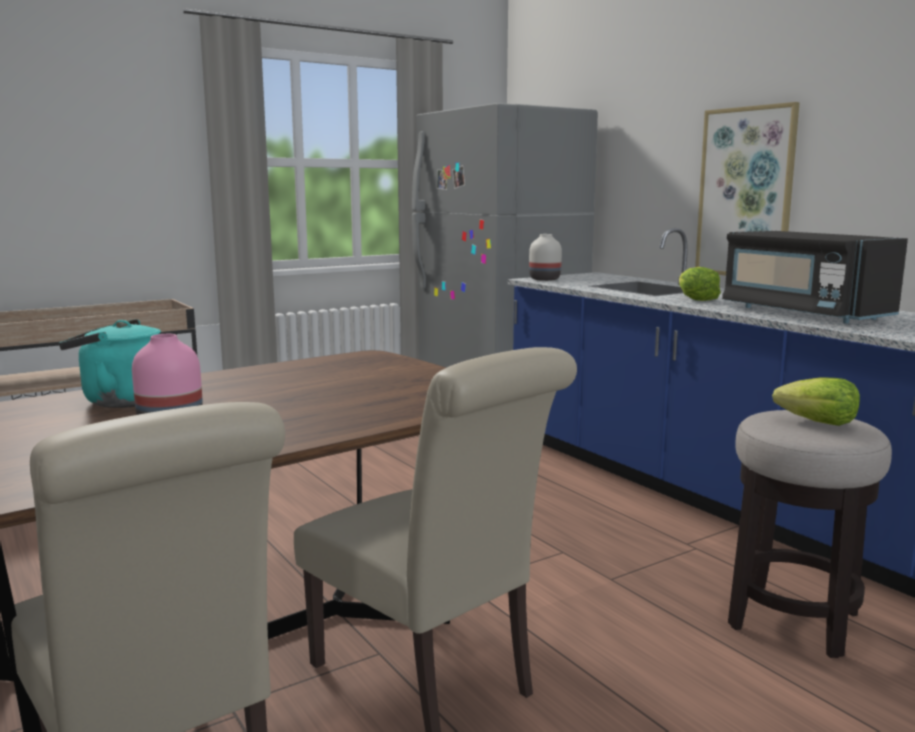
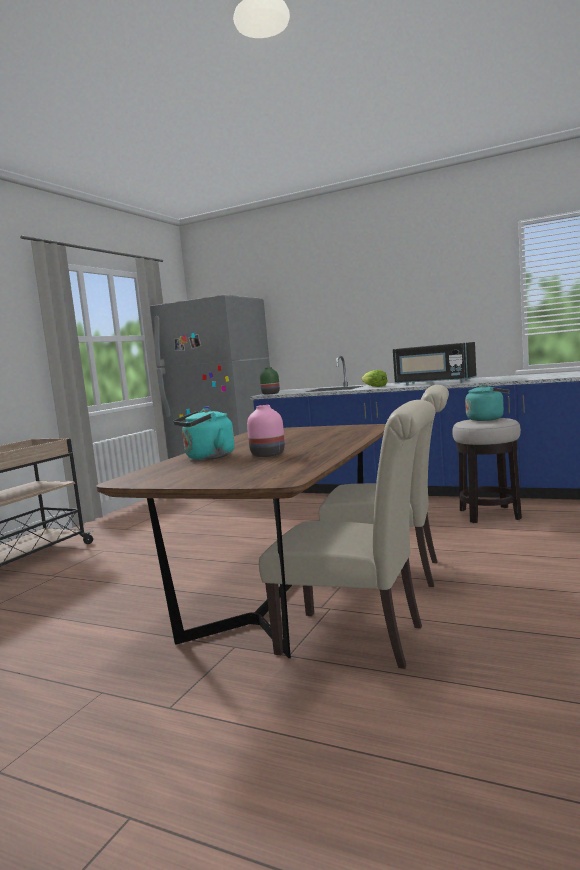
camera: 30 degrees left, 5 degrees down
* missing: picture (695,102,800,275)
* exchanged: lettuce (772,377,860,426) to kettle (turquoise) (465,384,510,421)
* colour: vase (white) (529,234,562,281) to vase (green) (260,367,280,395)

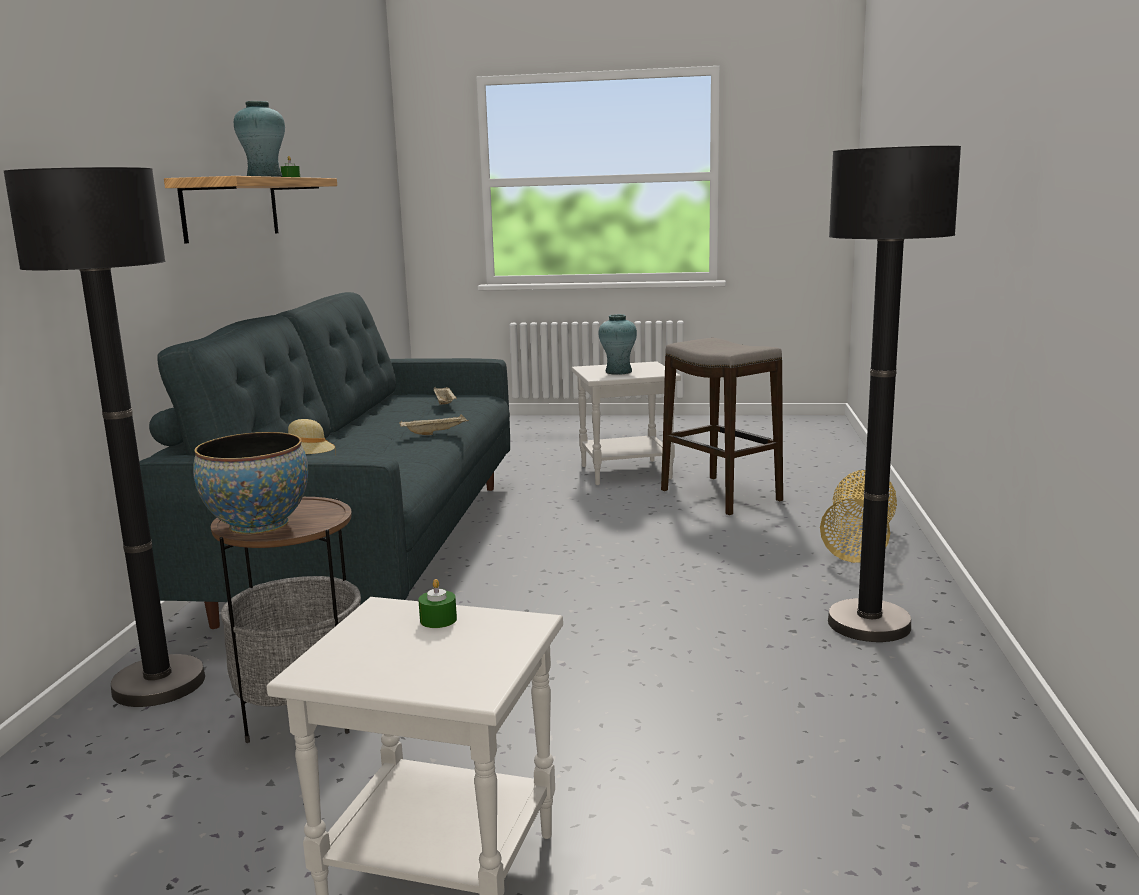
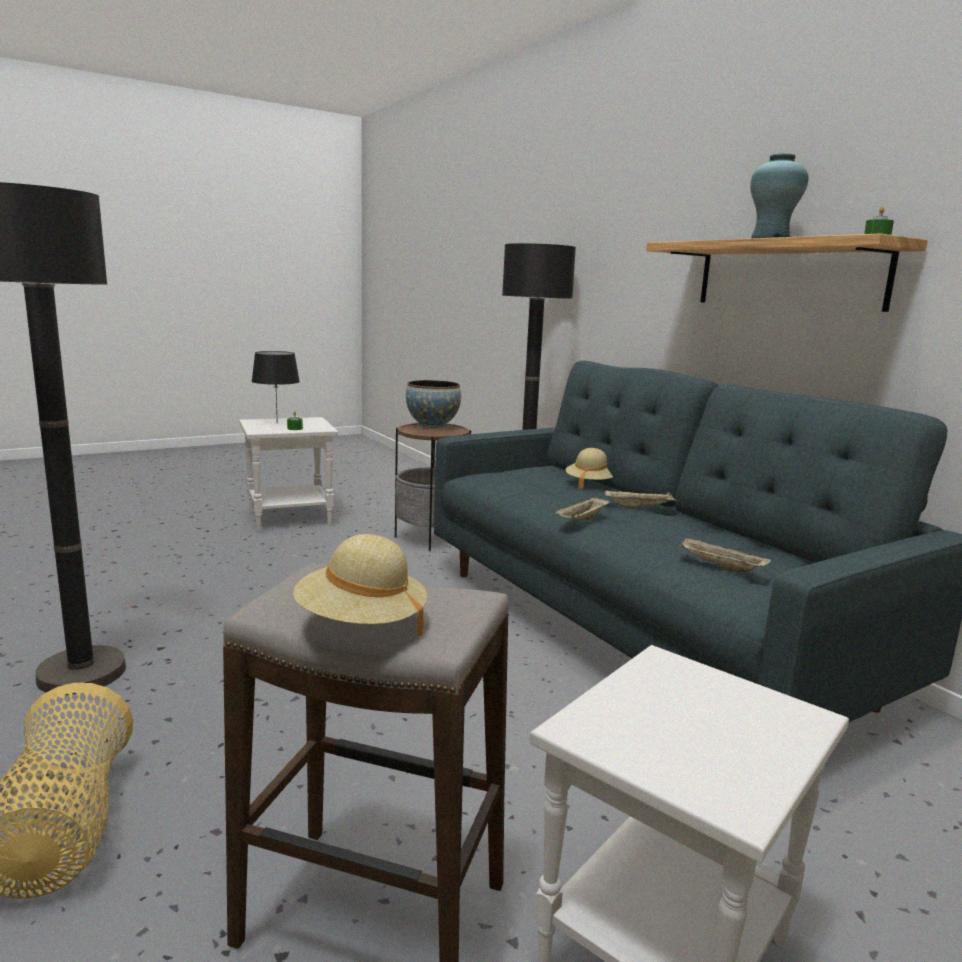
camera: 140 degrees right, 0 degrees up
* missing: vase (turquoise) (599,314,637,375)
* appeared: table lamp (black) (252,351,300,423)
* appeared: hat (beige) (293,534,427,636)
* appeared: tray (beige) (604,490,677,509)

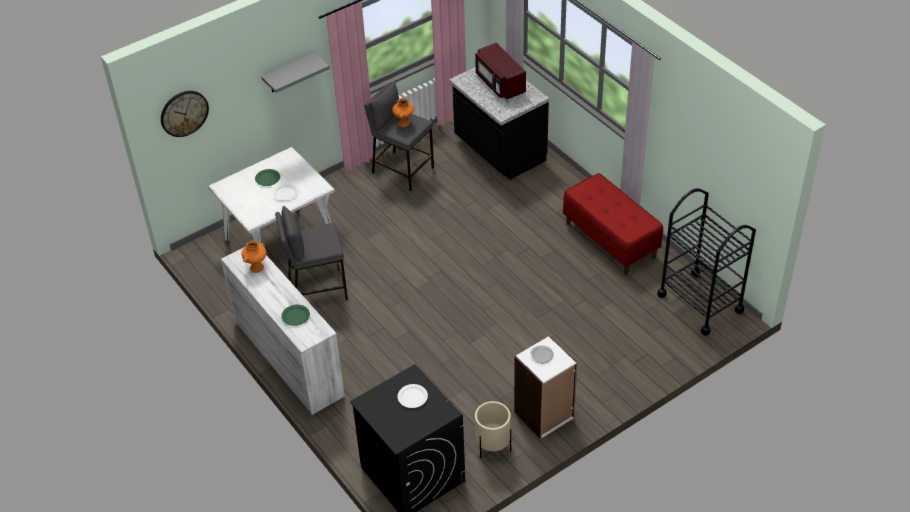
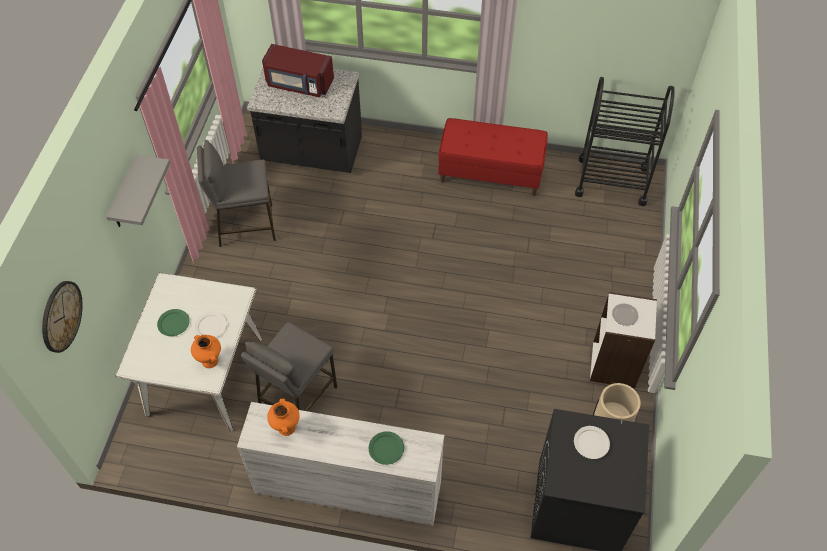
camera: 45 degrees left, 10 degrees up
* relocated: vase (orange) (392,98,414,127) to (191,335,221,368)

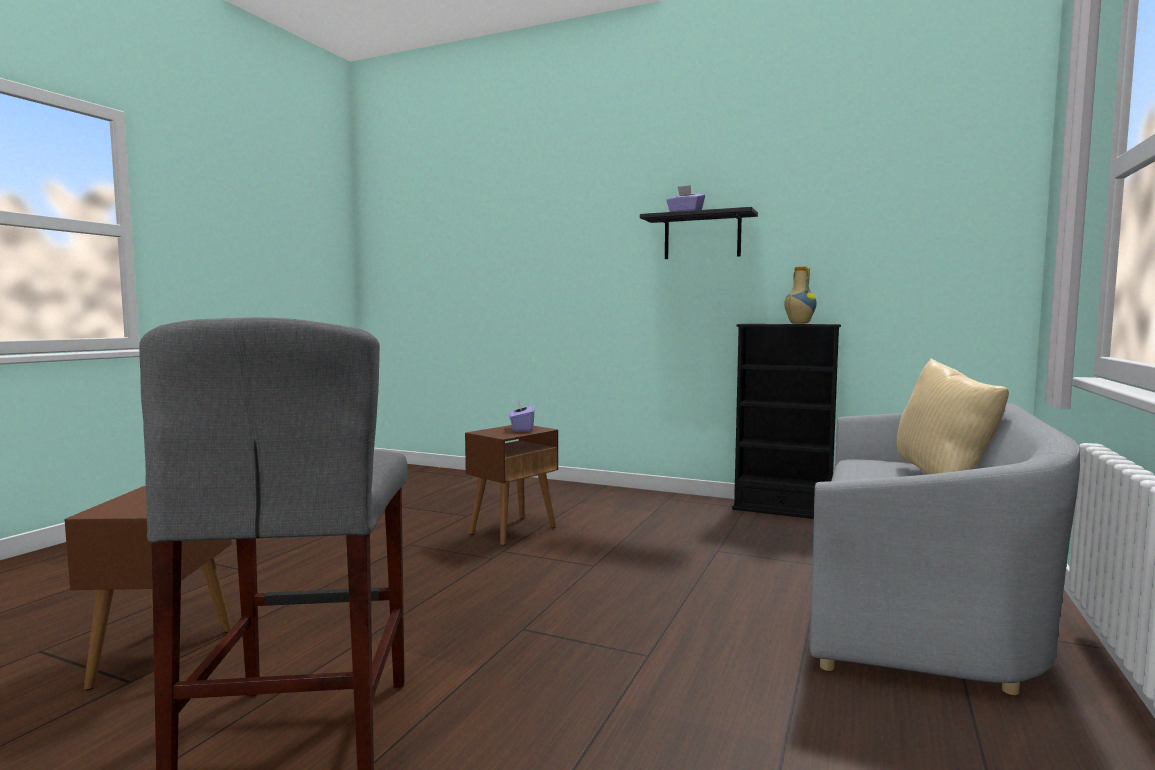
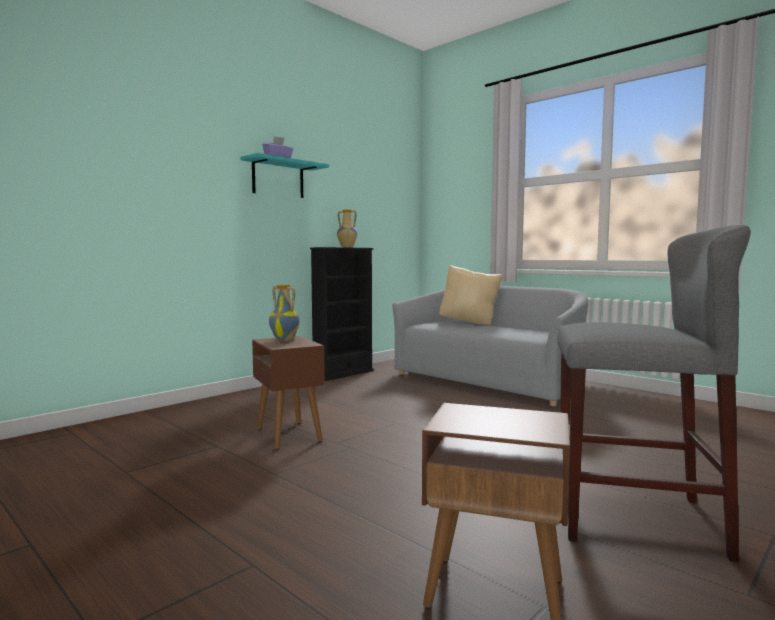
camera: 70 degrees left, 0 degrees up
* exchanged: tissue box (purple) (509,399,535,432) to vase (269,285,300,341)
* colour: shelf (black) (640,207,758,259) to shelf (turquoise) (240,153,329,198)

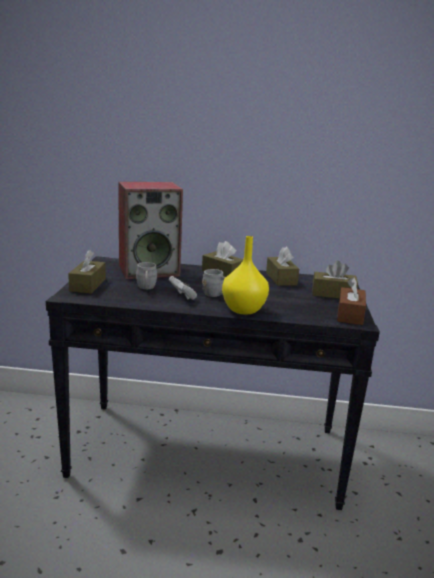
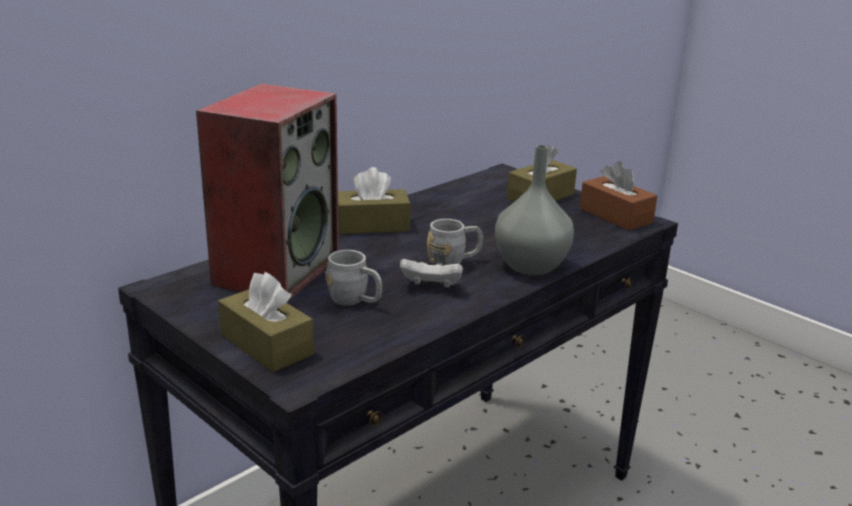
camera: 50 degrees left, 5 degrees up
* missing: tissue box (brown) (266,247,299,286)
* colour: vase (yellow) (222,236,269,314) to vase (grey) (495,145,574,275)

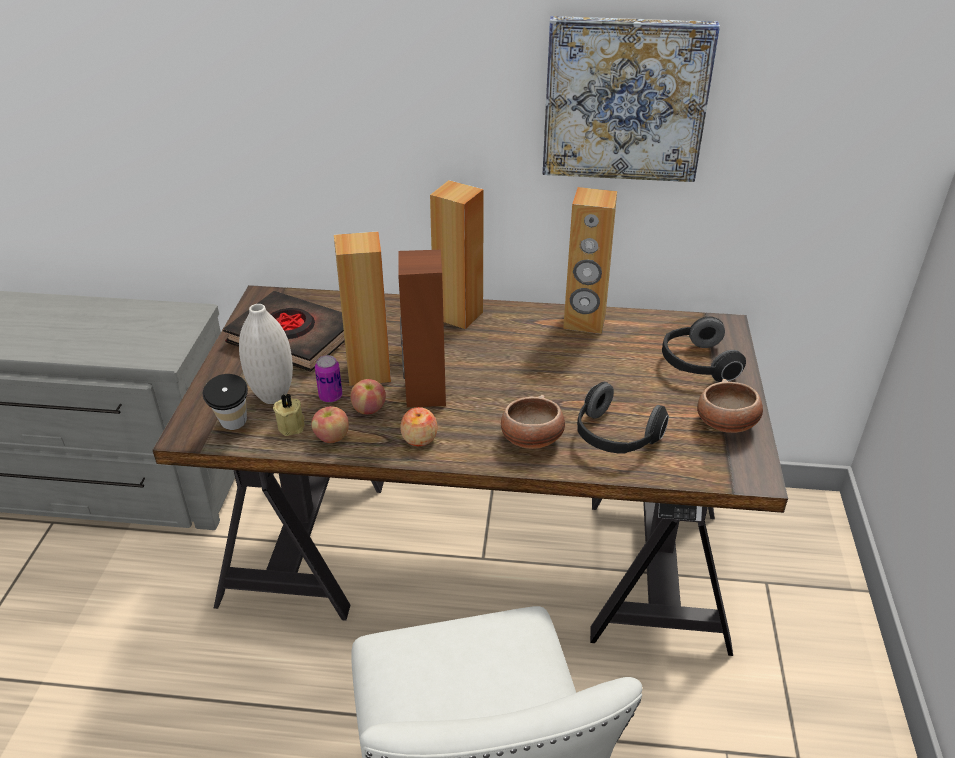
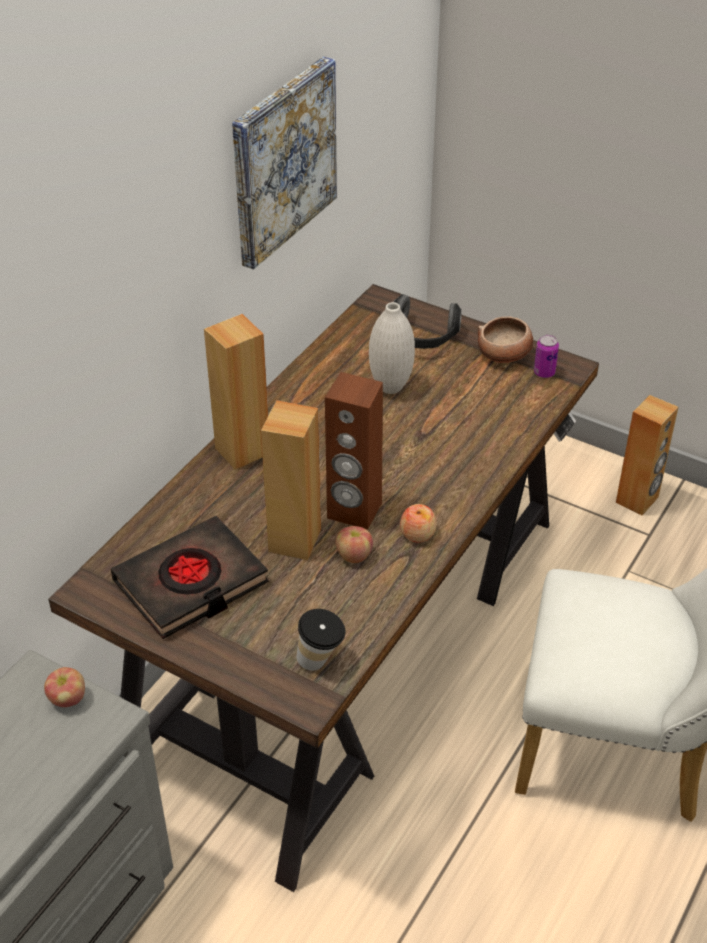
camera: 65 degrees left, 5 degrees up
* missing: candle (beige) (273,393,305,436)
* missing: bowl (501,395,565,449)
* missing: headphones (577,382,669,453)
* relocated: vase (white) (239,304,293,404) to (369,302,415,394)
* relocated: apple (311,406,349,443) to (44,667,85,707)
* relocated: can (315,355,343,402) to (534,335,559,378)
* relocated: speaker (brown) (563,187,617,334) to (616,395,678,516)

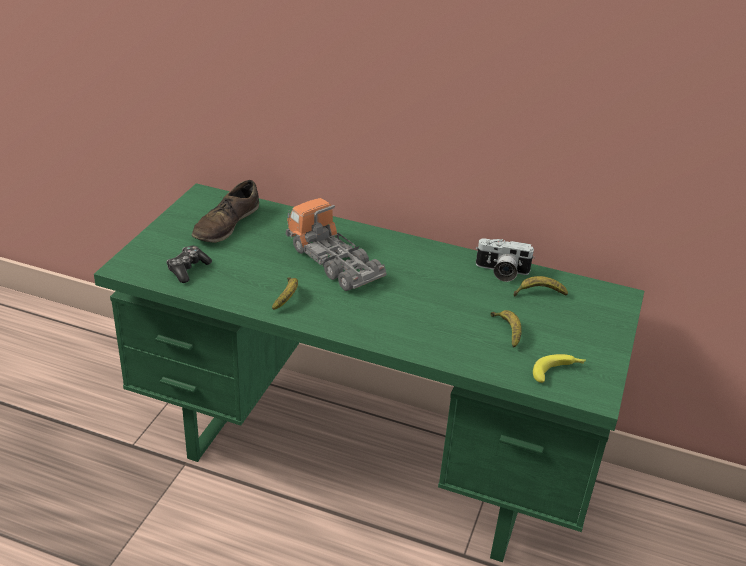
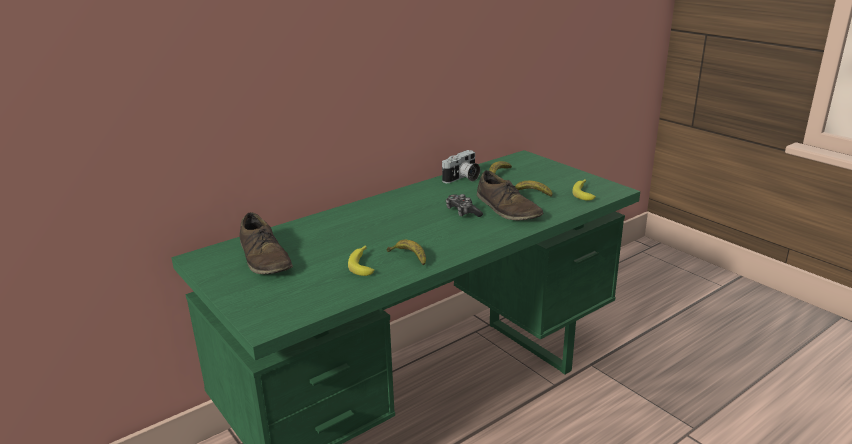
camera: 55 degrees left, 10 degrees down
* missing: toy truck (286,198,387,291)
* appeared: banana (348,245,374,276)
* appeared: shoe (brown) (477,170,543,220)
* relocated: game controller (166,246,212,283) to (446,194,483,217)

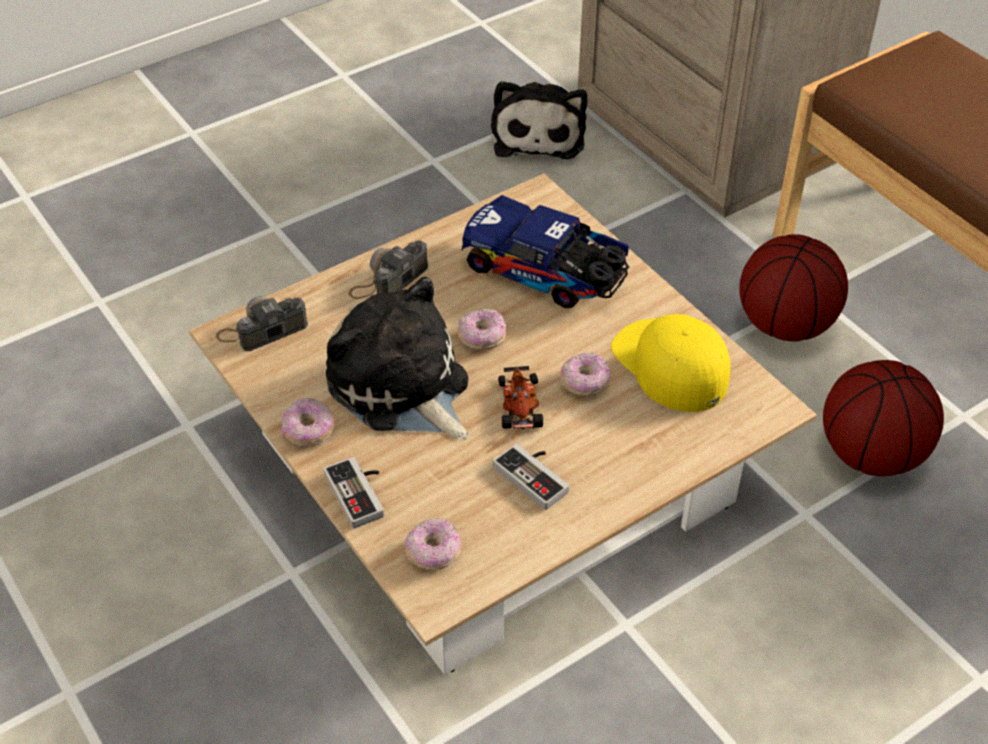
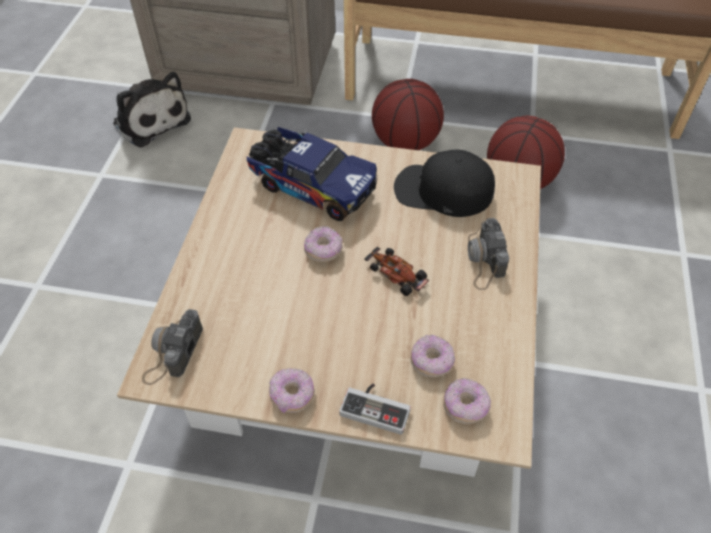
camera: 45 degrees left, 5 degrees up
* missing: plush toy (326,277,469,440)
* missing: game controller (493,443,569,510)
* relocated: photo camera (348,240,428,299) to (468,218,509,290)
* relocated: donut (561,352,611,396) to (411,335,455,378)
* colour: cap (yellow) (611,314,730,412) to cap (black) (394,150,495,217)
* spun: toy truck (462,195,629,308) = (247,127,377,221) 135 degrees counterclockwise

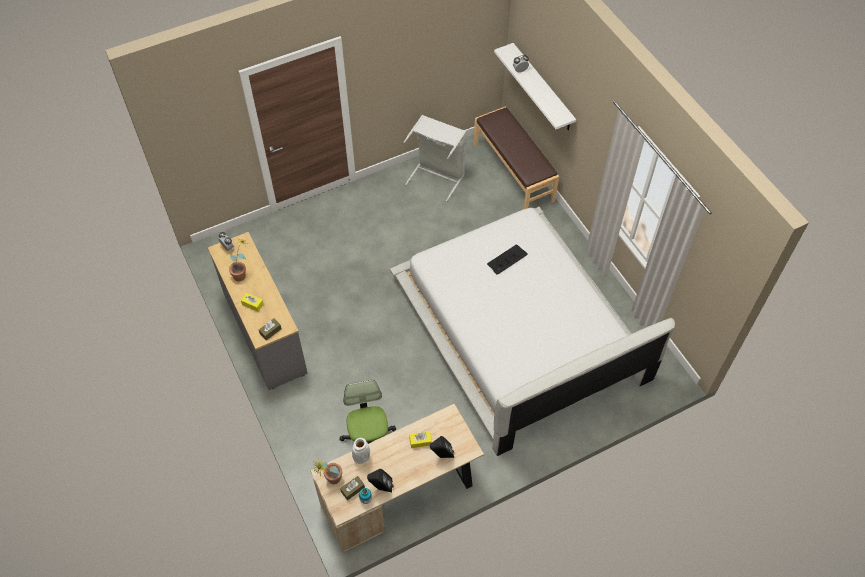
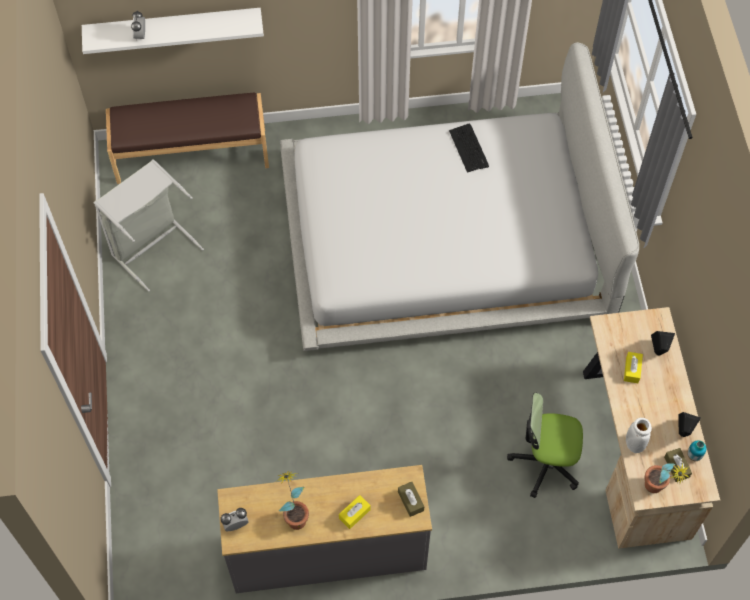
camera: 70 degrees left, 5 degrees up
* relocated: keyboard (487,244,528,275) to (449,123,489,173)

